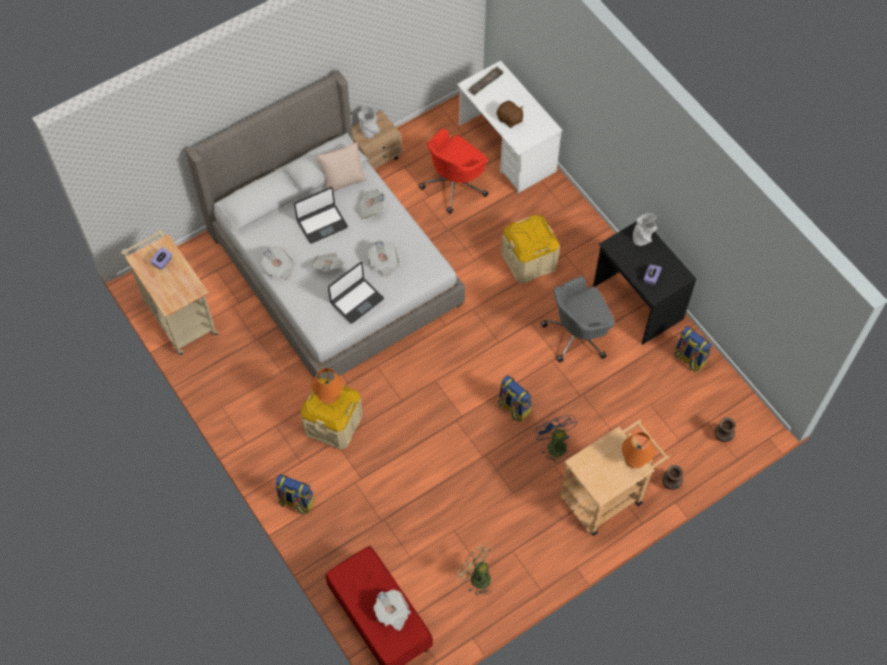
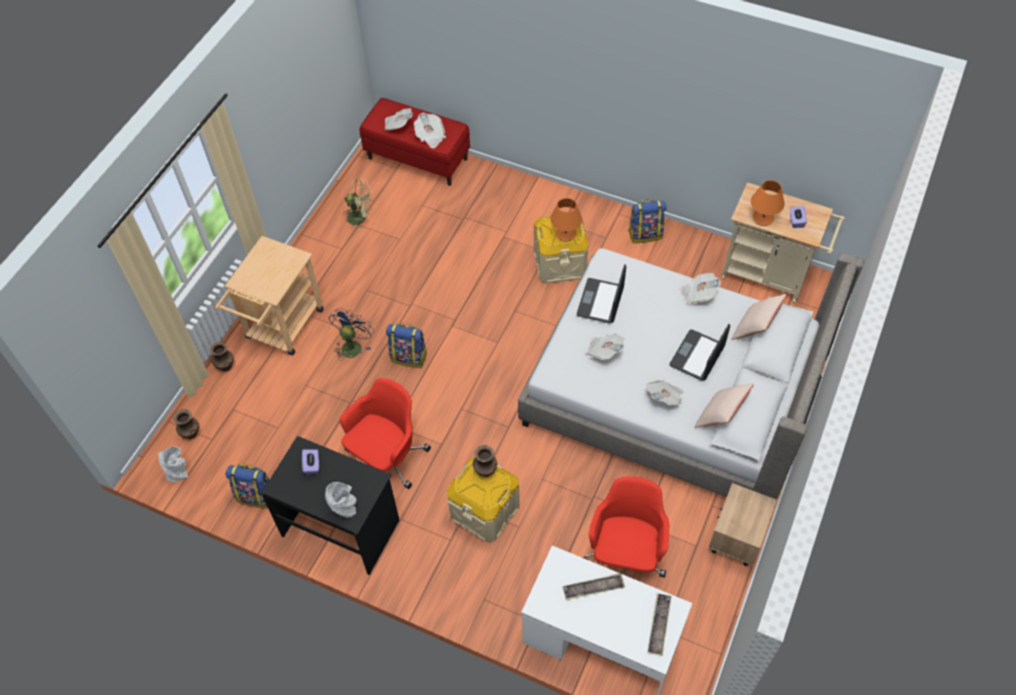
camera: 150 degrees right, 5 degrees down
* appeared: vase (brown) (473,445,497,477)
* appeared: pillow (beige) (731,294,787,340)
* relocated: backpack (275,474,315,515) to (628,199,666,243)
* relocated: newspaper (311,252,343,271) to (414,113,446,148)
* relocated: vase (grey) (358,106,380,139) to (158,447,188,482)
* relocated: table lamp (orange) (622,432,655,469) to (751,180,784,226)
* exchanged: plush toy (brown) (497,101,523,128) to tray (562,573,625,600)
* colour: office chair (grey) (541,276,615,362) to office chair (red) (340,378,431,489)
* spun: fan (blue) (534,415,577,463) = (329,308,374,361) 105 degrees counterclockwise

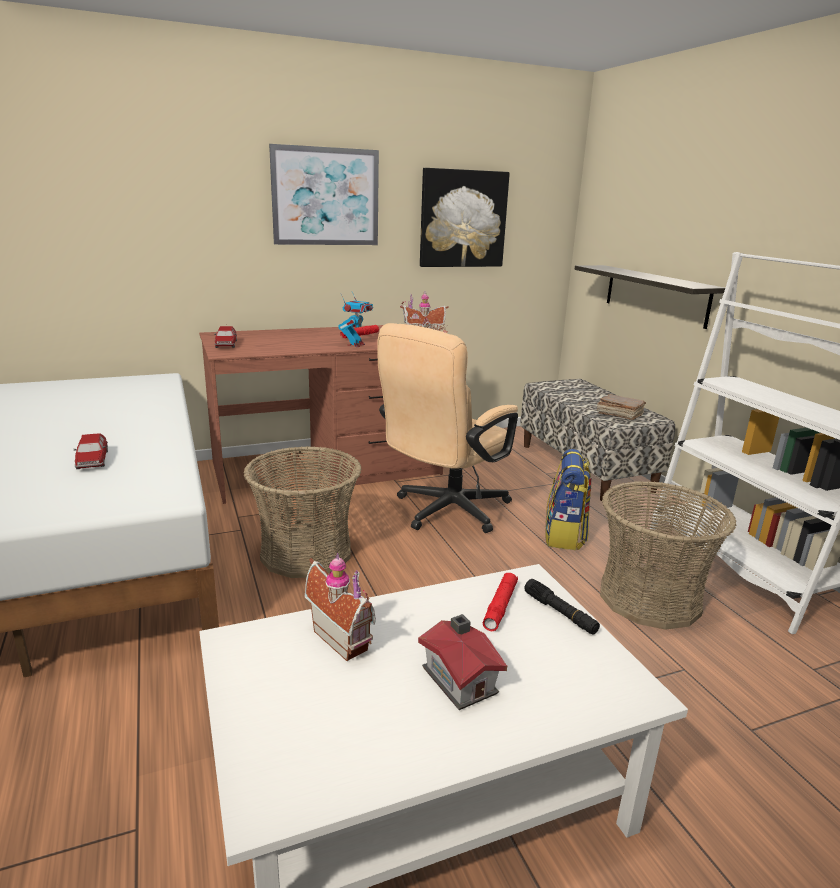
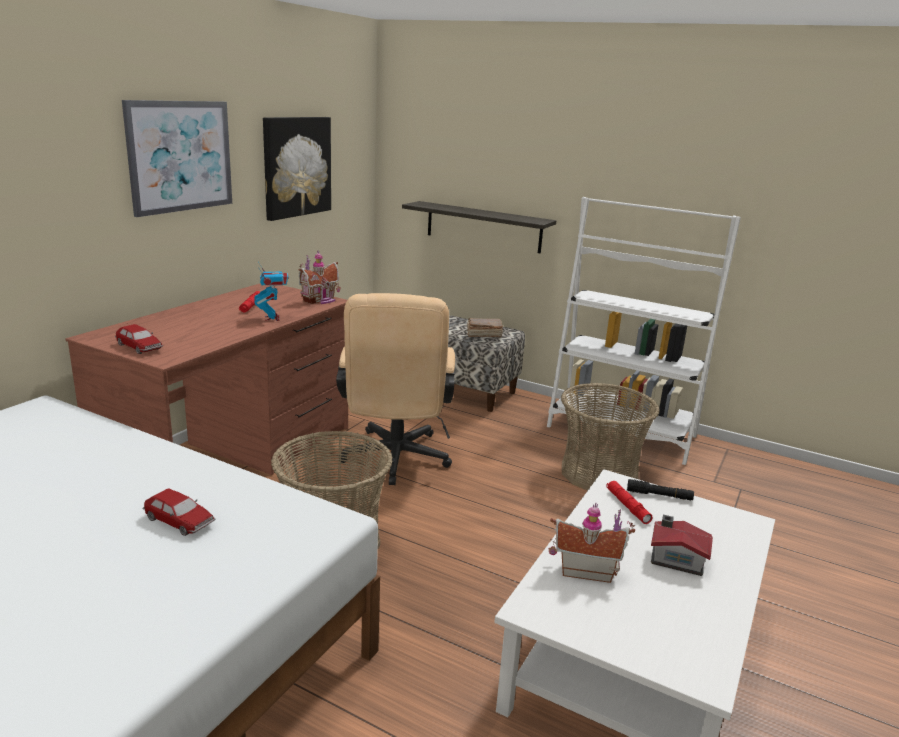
camera: 40 degrees left, 0 degrees up
* missing: backpack (545,449,591,550)

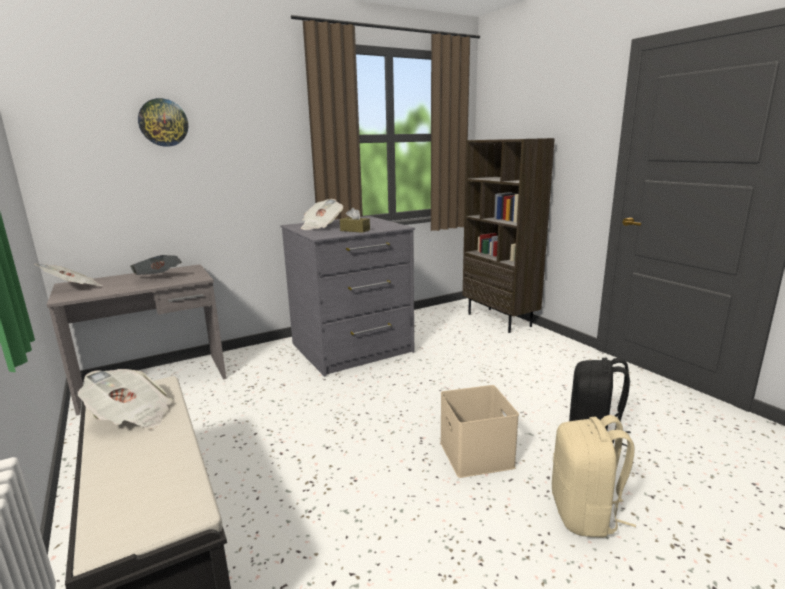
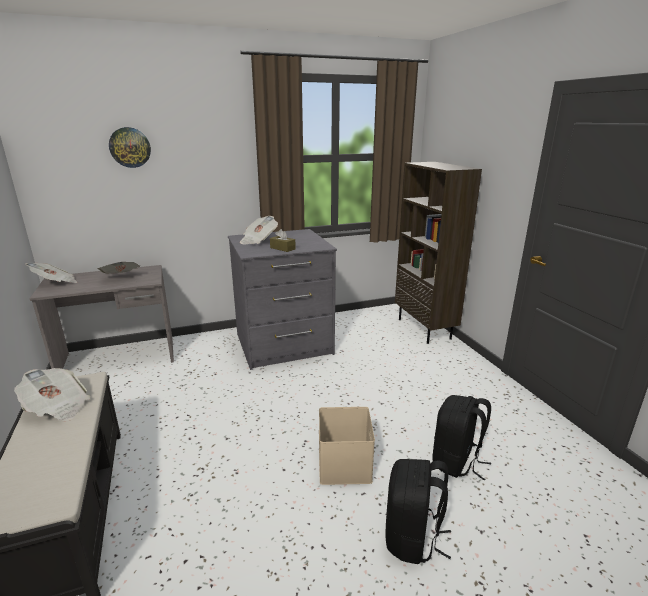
camera: 10 degrees right, 5 degrees up
* colour: backpack (beige) (552,415,636,538) to backpack (black) (385,459,451,564)

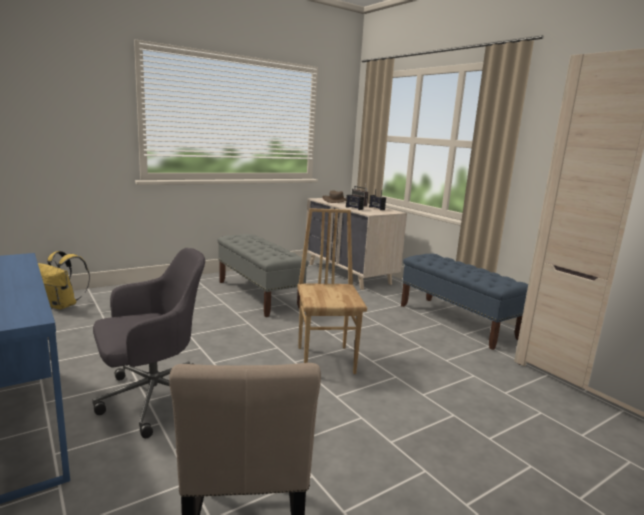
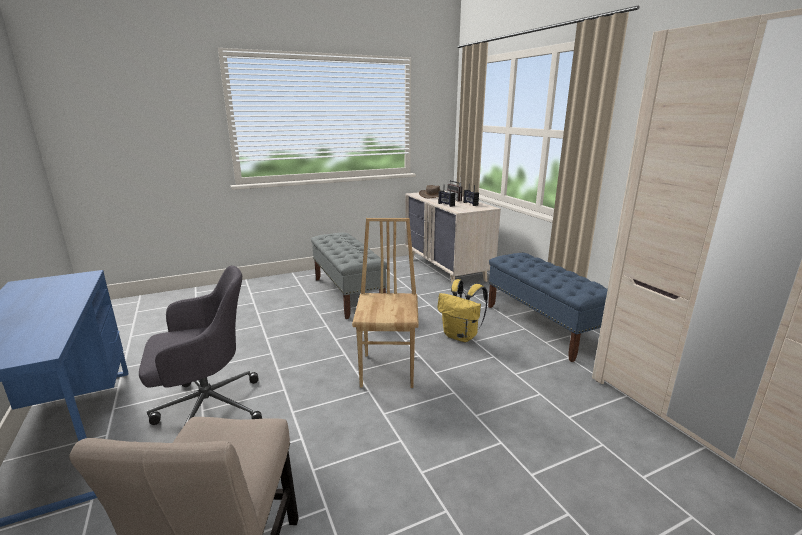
camera: 10 degrees right, 5 degrees up
* relocated: backpack (yellow) (38,251,90,310) to (437,279,488,342)

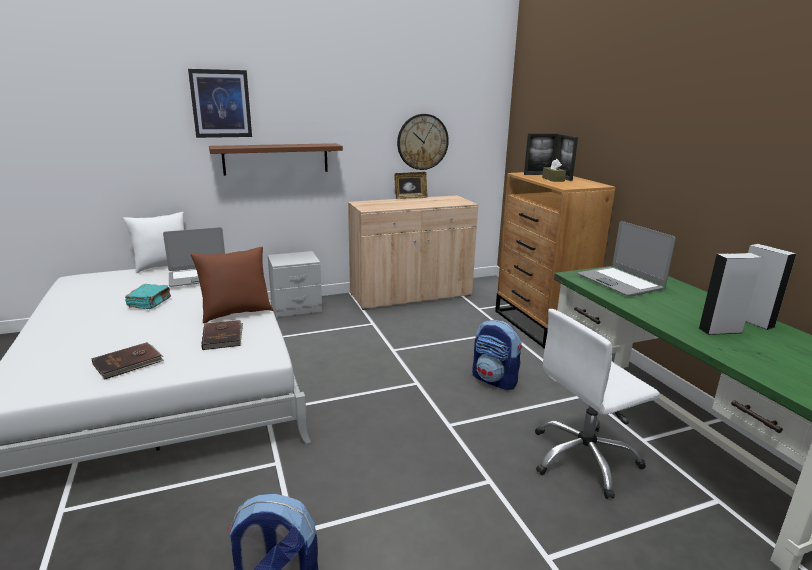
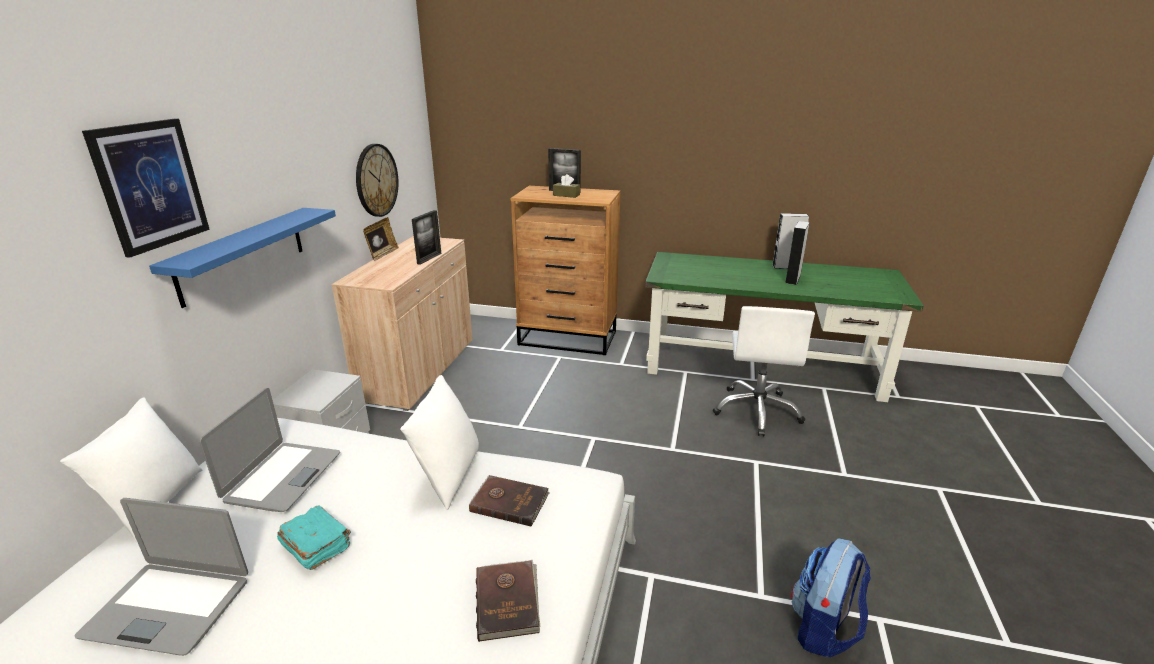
camera: 55 degrees left, 5 degrees up
* missing: backpack (472,320,522,390)
* relocated: picture frame (524,133,558,175) to (412,210,441,265)
* relocated: laptop (577,221,676,296) to (75,498,248,656)
* colour: pillow (brown) (190,247,273,323) to pillow (white) (400,375,479,510)
* colour: shelf (brown) (209,143,343,176) to shelf (blue) (149,208,336,308)

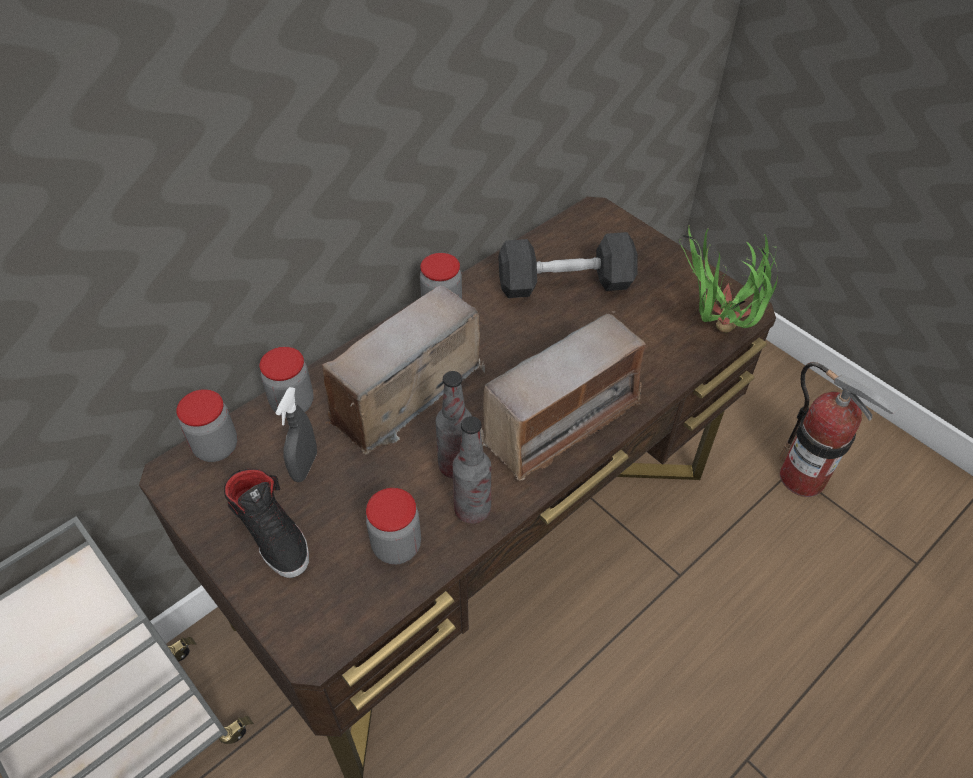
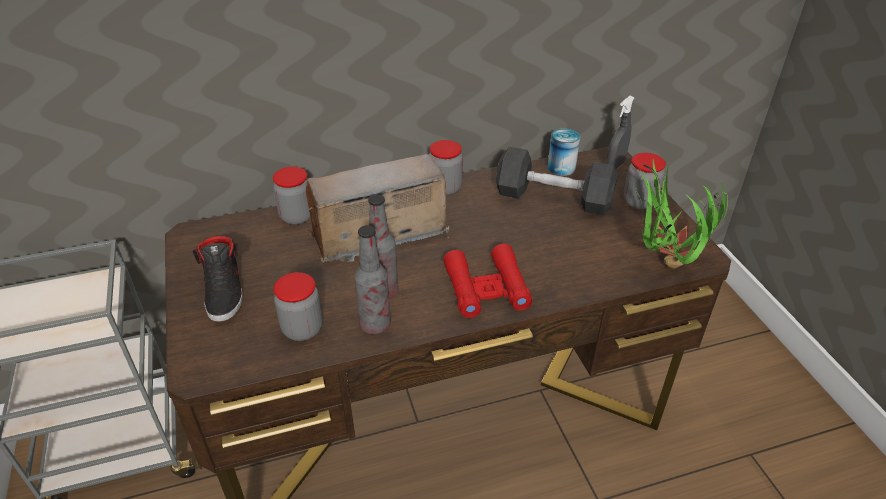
camera: 25 degrees right, 10 degrees down
* missing: fire extinguisher (779,362,899,497)
* appeared: can (548,128,580,176)
* relocated: jar (176,389,237,462) to (624,153,666,210)
* relocated: spray bottle (grey) (275,387,317,482) to (606,96,634,169)
* exchanged: radio (480,311,646,481) to binoculars (red) (443,244,532,318)

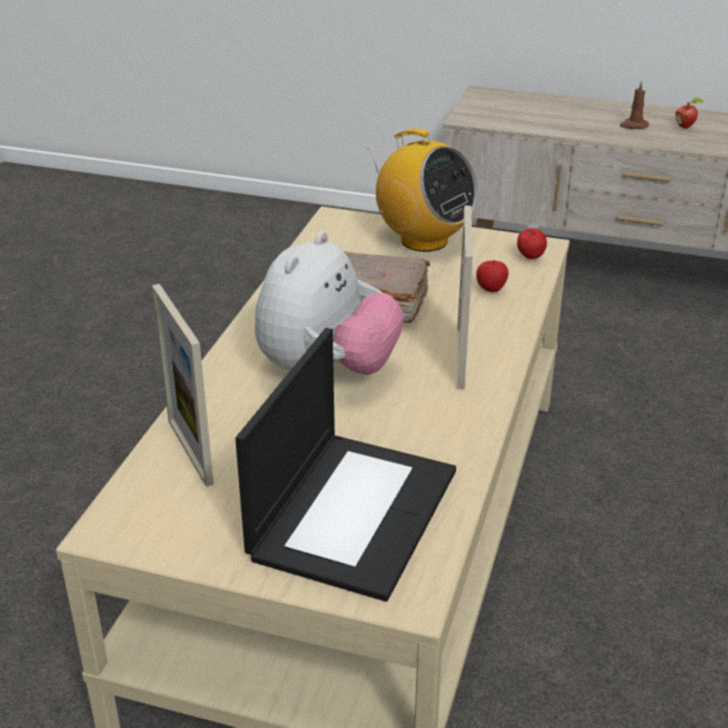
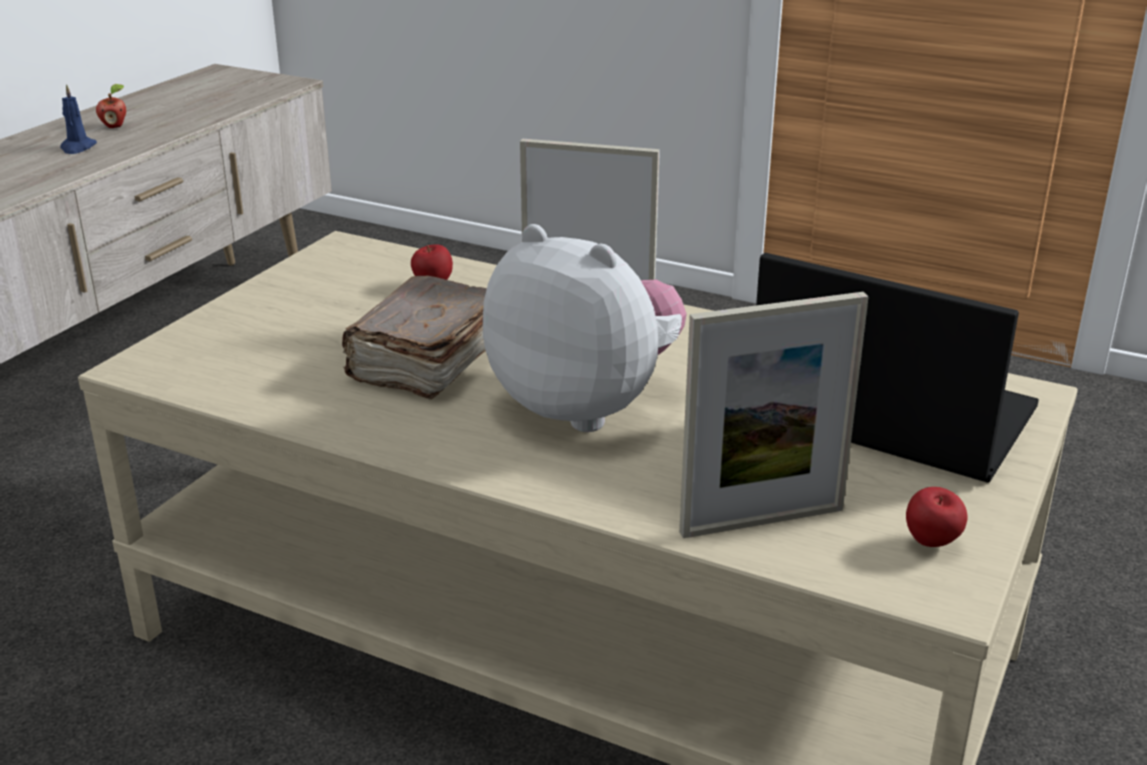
camera: 80 degrees left, 5 degrees down
* missing: radio (368,129,478,252)
* relocated: apple (517,228,547,259) to (906,487,968,547)
* colour: candle (brown) (620,80,649,129) to candle (blue) (60,84,97,154)

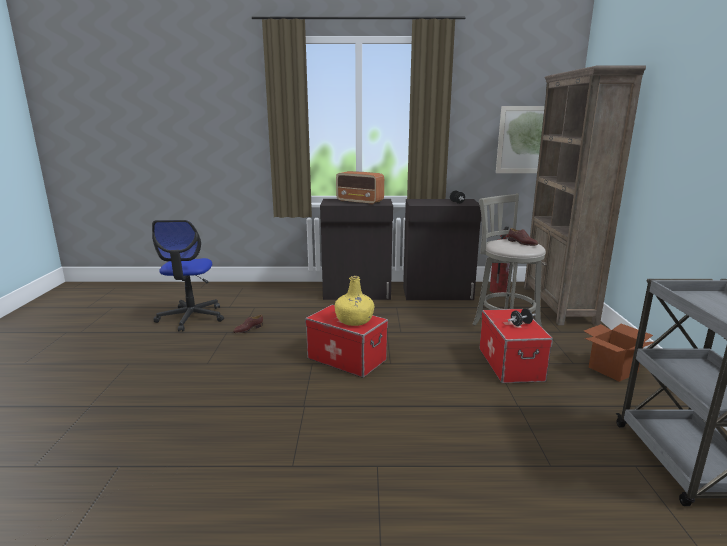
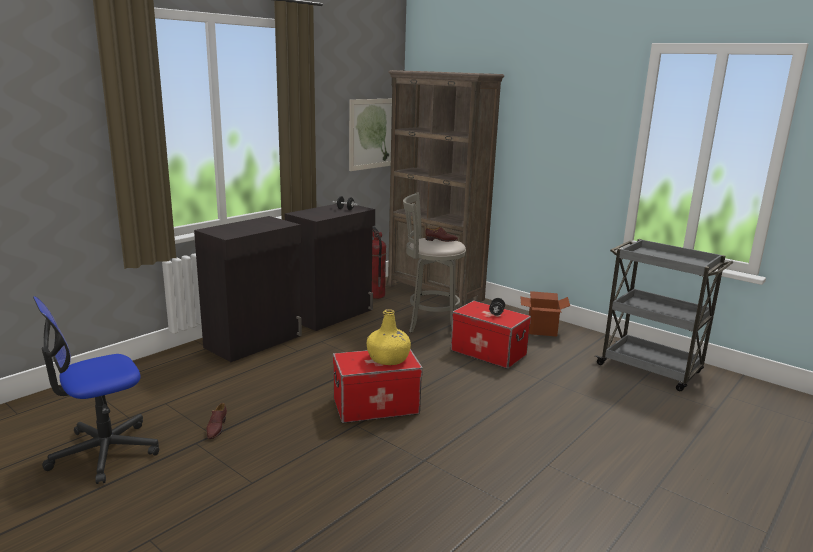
camera: 50 degrees left, 0 degrees up
* missing: radio (336,171,384,205)
* spun: office chair (152,220,224,332) = (33,296,159,484) 105 degrees clockwise

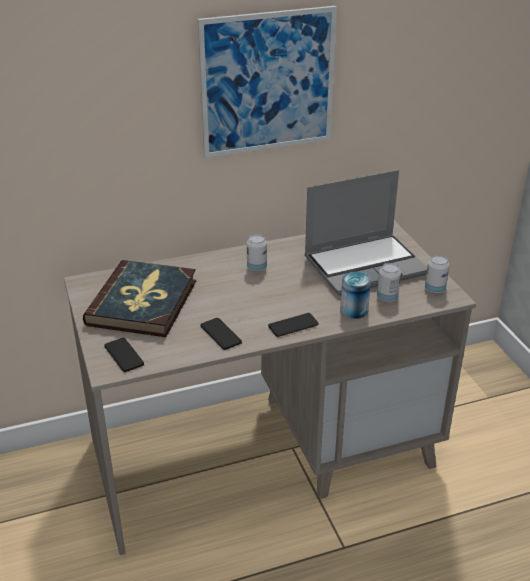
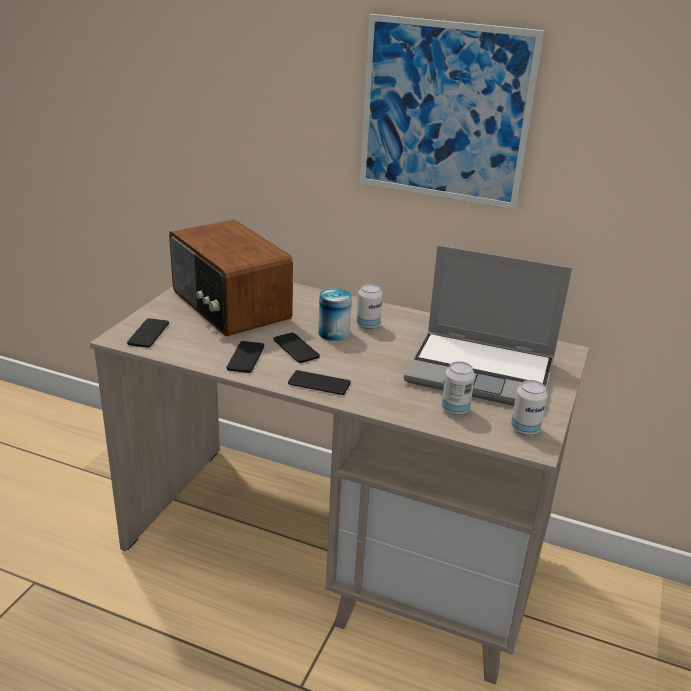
camera: 40 degrees right, 5 degrees down
* appeared: phone (273,332,320,363)
* relocated: can (340,272,371,319) to (318,288,352,341)
* exchanged: book (83,260,196,337) to radio (169,220,293,336)

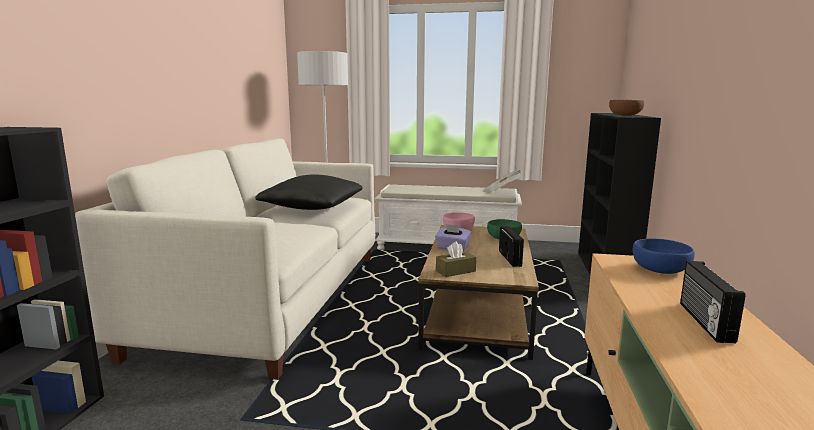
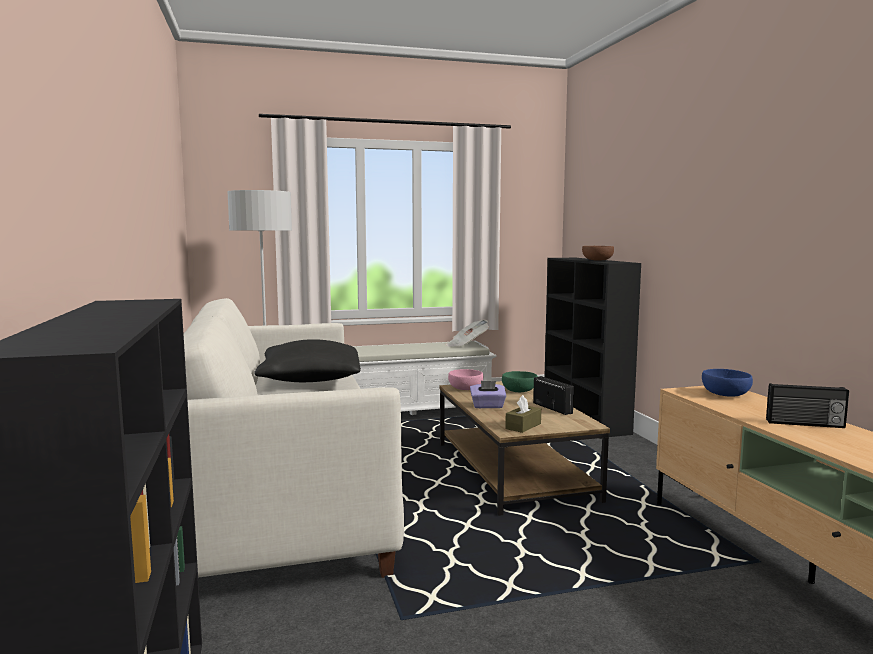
camera: 25 degrees left, 5 degrees down
* spun: radio (680,261,746,343) = (766,383,849,428) 60 degrees counterclockwise

